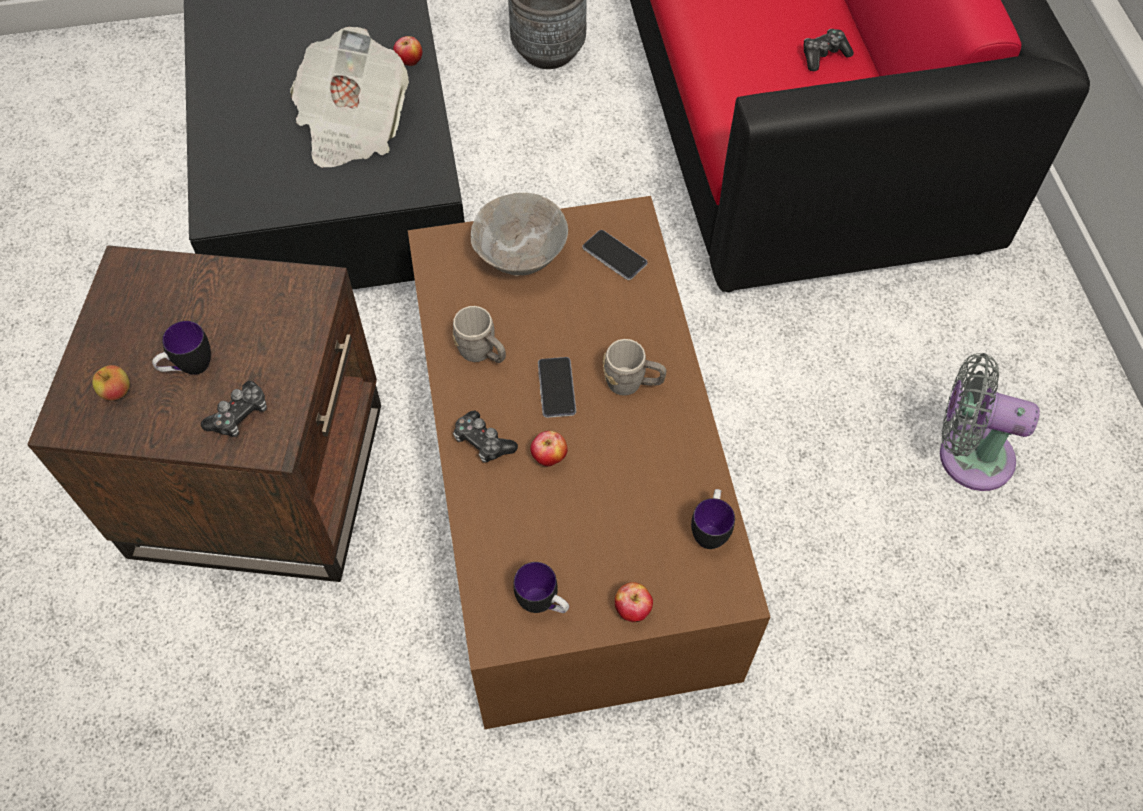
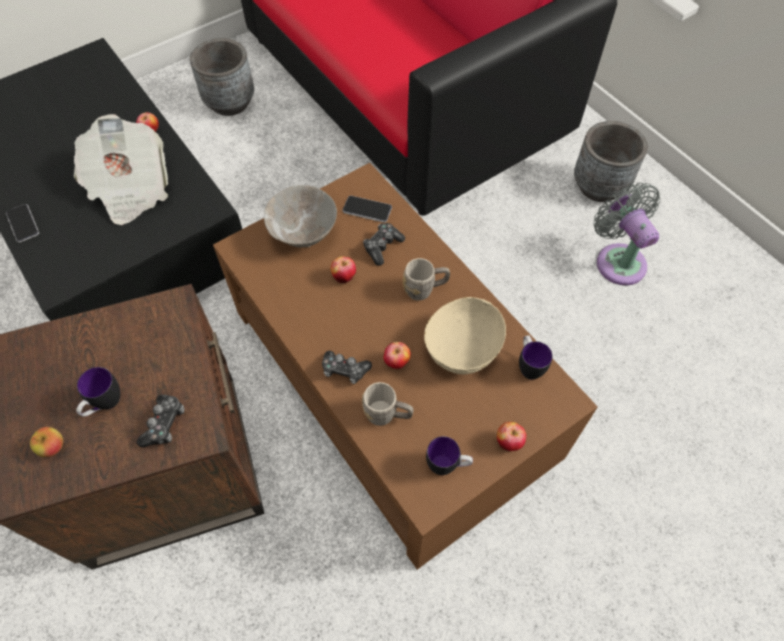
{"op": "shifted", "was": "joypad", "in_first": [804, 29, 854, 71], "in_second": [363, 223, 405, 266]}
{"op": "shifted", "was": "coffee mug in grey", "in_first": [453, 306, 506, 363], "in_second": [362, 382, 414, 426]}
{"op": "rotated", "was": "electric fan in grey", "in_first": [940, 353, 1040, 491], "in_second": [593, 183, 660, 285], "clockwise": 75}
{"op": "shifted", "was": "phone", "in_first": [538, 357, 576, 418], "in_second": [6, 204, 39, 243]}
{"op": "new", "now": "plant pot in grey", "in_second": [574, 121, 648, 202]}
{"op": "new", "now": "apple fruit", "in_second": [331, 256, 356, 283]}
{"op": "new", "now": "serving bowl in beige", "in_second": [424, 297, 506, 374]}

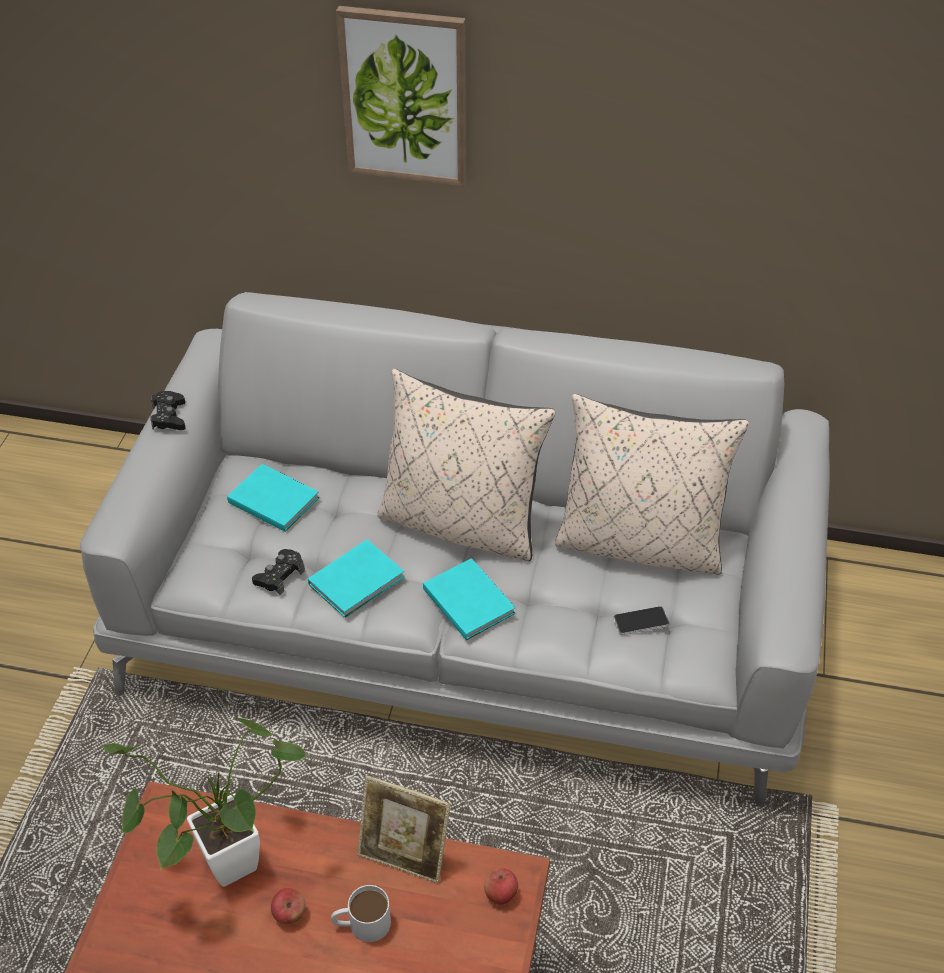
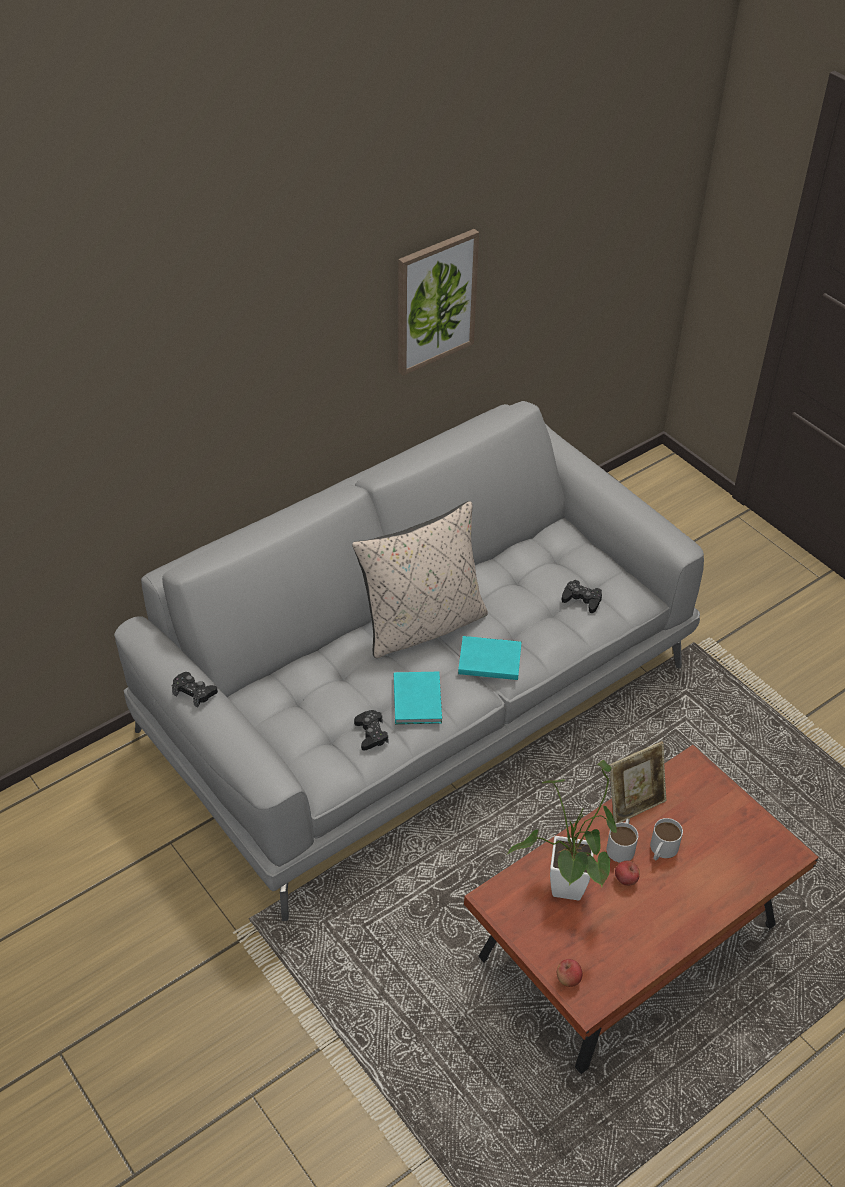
{"op": "shifted", "was": "wall picture", "in_first": [336, 6, 466, 186], "in_second": [398, 229, 479, 376]}
{"op": "gone", "was": "cushion in beige", "in_first": [555, 394, 749, 575]}
{"op": "gone", "was": "volume in turquoise-coloured", "in_first": [227, 464, 319, 532]}
{"op": "swapped", "was": "phone", "now": "joypad in blackish", "in_first": [613, 606, 669, 635], "in_second": [562, 580, 602, 613]}
{"op": "shifted", "was": "apple fruit", "in_first": [484, 869, 518, 905], "in_second": [557, 959, 582, 987]}
{"op": "new", "now": "coffee mug in white-coloured", "in_second": [606, 819, 638, 862]}

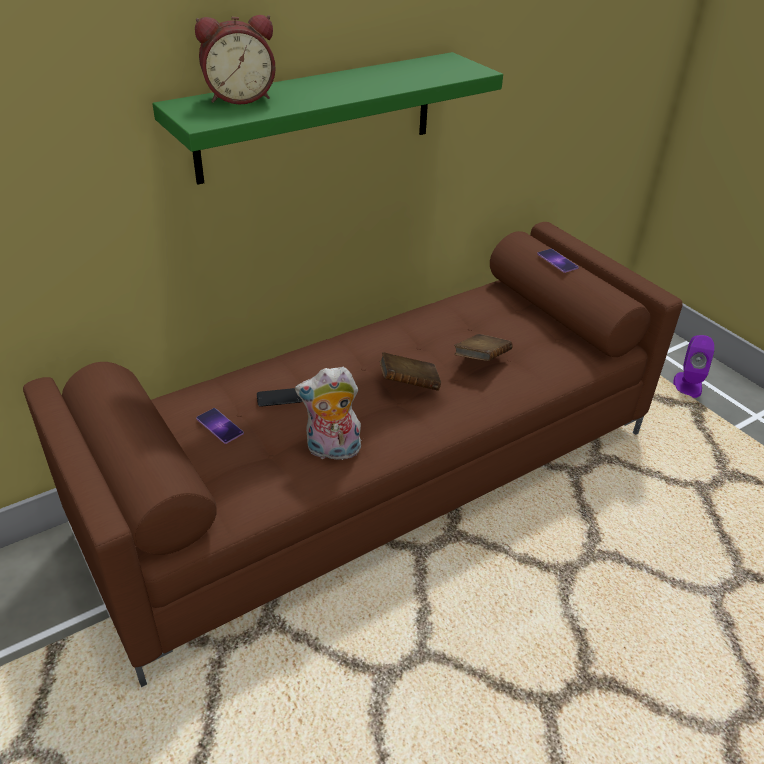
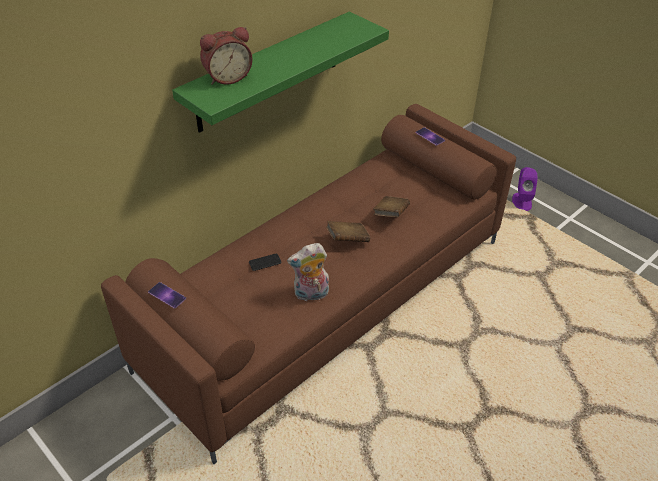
{"op": "shifted", "was": "phone", "in_first": [196, 408, 244, 444], "in_second": [148, 282, 186, 309]}

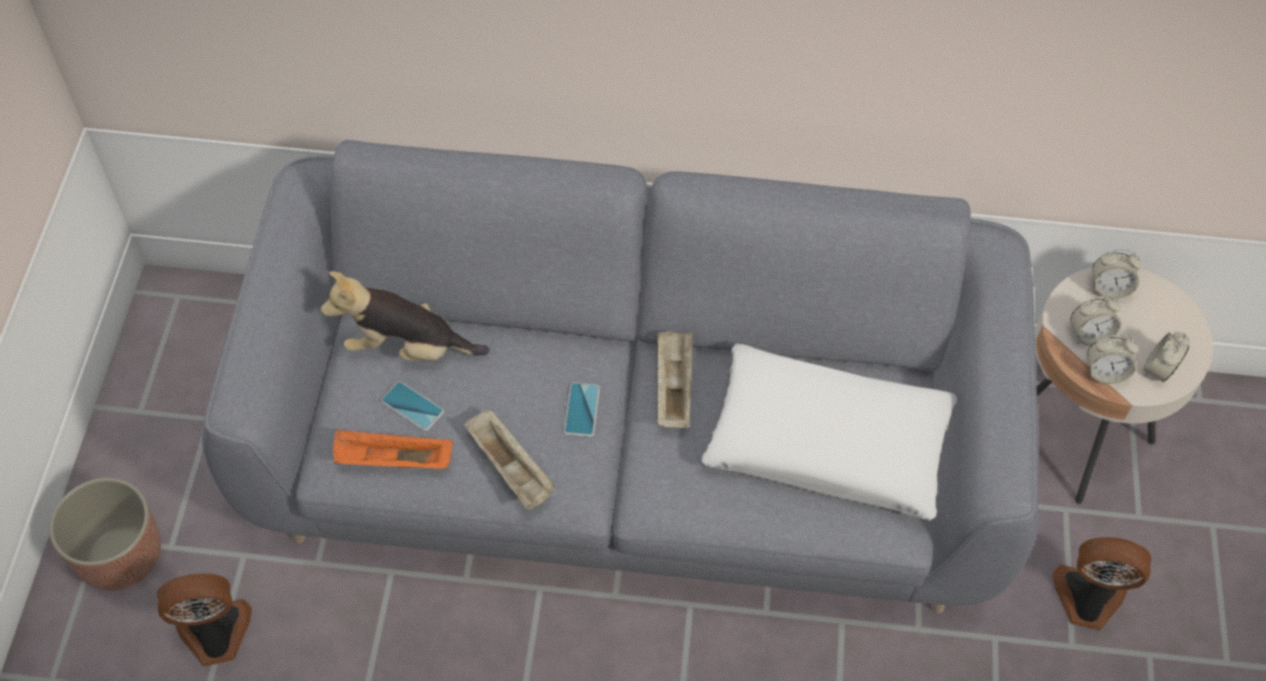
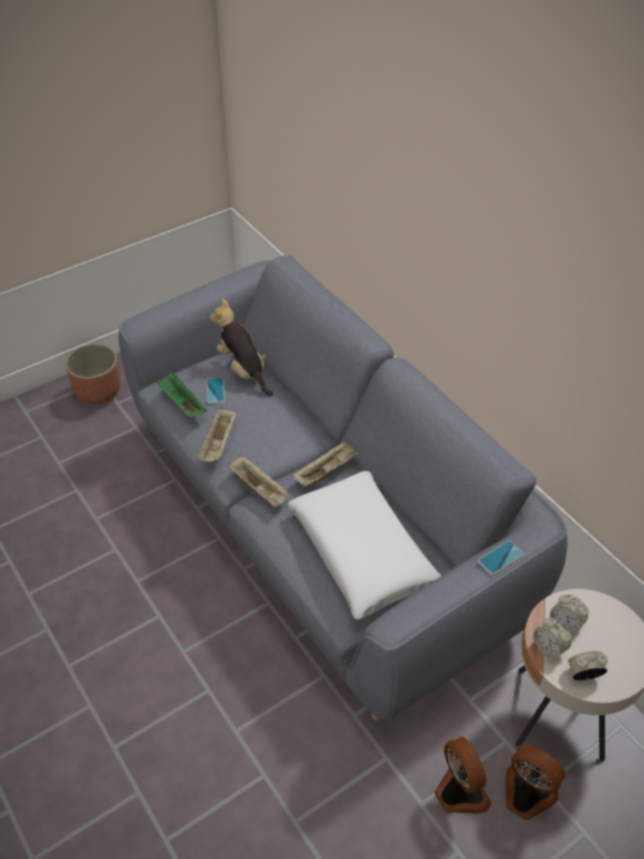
{"op": "gone", "was": "bedside clock", "in_first": [1092, 249, 1142, 299]}
{"op": "shifted", "was": "phone", "in_first": [564, 383, 600, 437], "in_second": [478, 540, 524, 575]}
{"op": "repainted", "was": "serving tray in orangey", "now": "serving tray in green-coloured", "in_first": [333, 430, 453, 469], "in_second": [156, 371, 207, 418]}
{"op": "shifted", "was": "electric fan", "in_first": [157, 573, 252, 666], "in_second": [505, 745, 565, 821]}
{"op": "new", "now": "serving tray in beige", "in_second": [228, 455, 290, 507]}

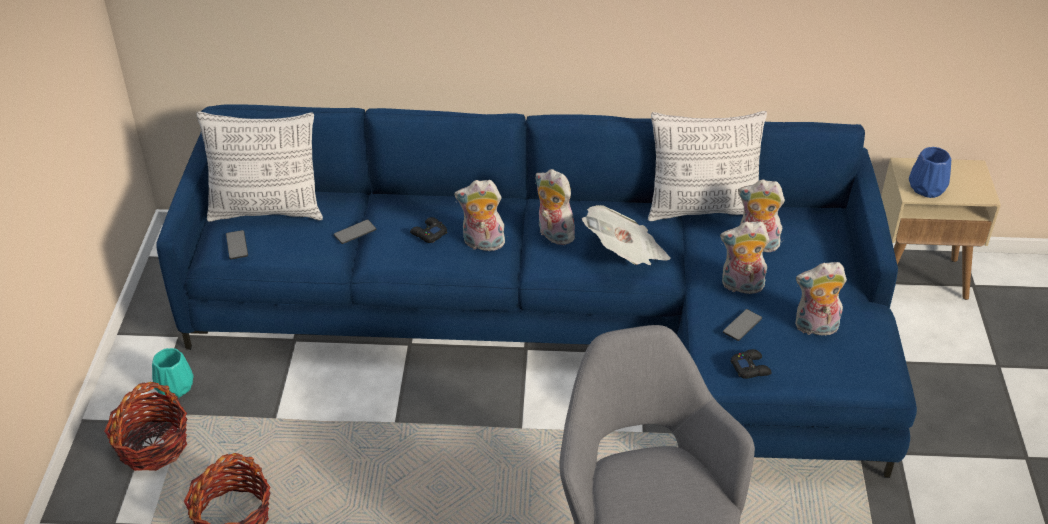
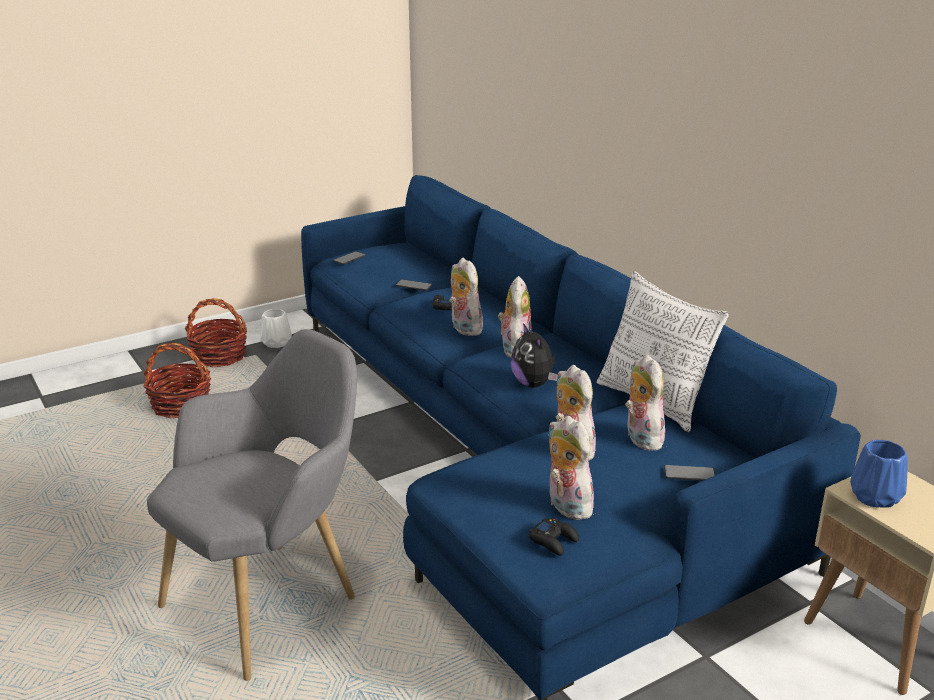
{"op": "gone", "was": "cushion", "in_first": [197, 112, 323, 222]}
{"op": "swapped", "was": "daily paper", "now": "soft toy", "in_first": [582, 205, 671, 265], "in_second": [511, 323, 558, 388]}
{"op": "shifted", "was": "phone", "in_first": [723, 309, 762, 341], "in_second": [664, 465, 715, 481]}
{"op": "repainted", "was": "flower vase in turquoise-coloured", "now": "flower vase in white-coloured", "in_first": [152, 348, 194, 398], "in_second": [260, 309, 292, 348]}
{"op": "shifted", "was": "joypad in blackish", "in_first": [731, 349, 772, 379], "in_second": [529, 518, 579, 556]}

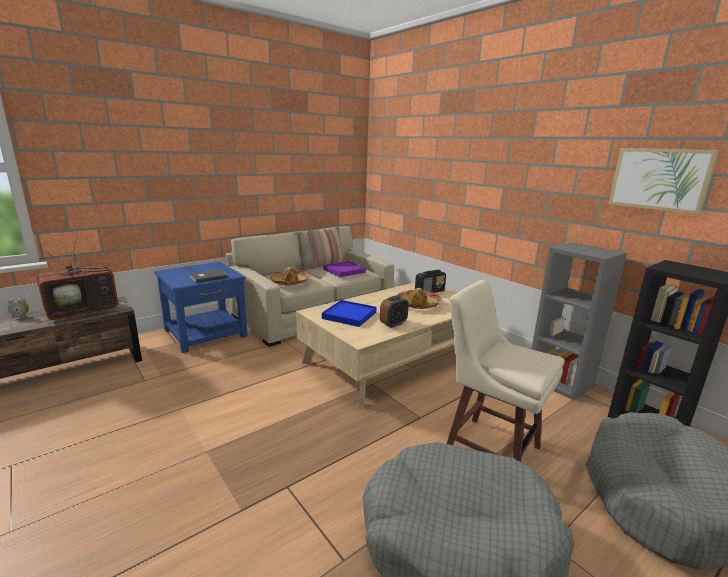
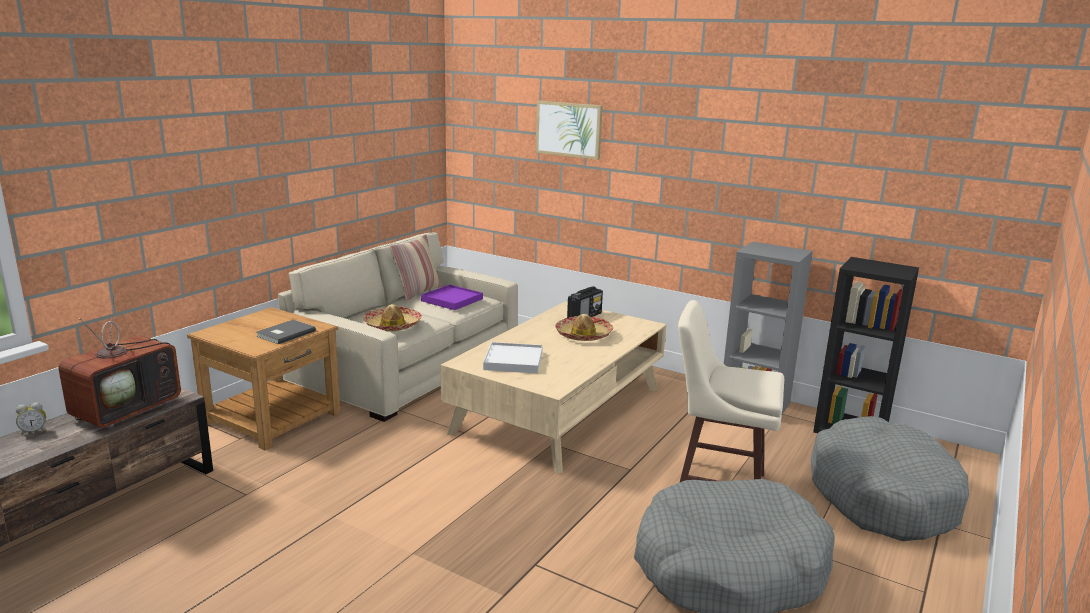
{"op": "shifted", "was": "wall picture", "in_first": [608, 148, 719, 215], "in_second": [536, 101, 603, 160]}
{"op": "repainted", "was": "side table in blue-coloured", "now": "side table in brown-coloured", "in_first": [154, 262, 247, 353], "in_second": [187, 307, 340, 450]}
{"op": "gone", "was": "bedside clock", "in_first": [380, 295, 409, 328]}
{"op": "repainted", "was": "serving tray in blue-coloured", "now": "serving tray in white-coloured", "in_first": [322, 300, 377, 327], "in_second": [483, 342, 543, 373]}

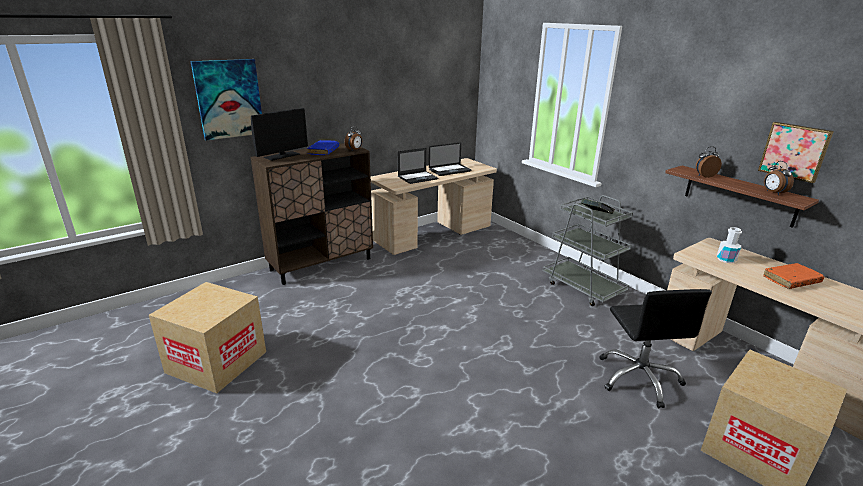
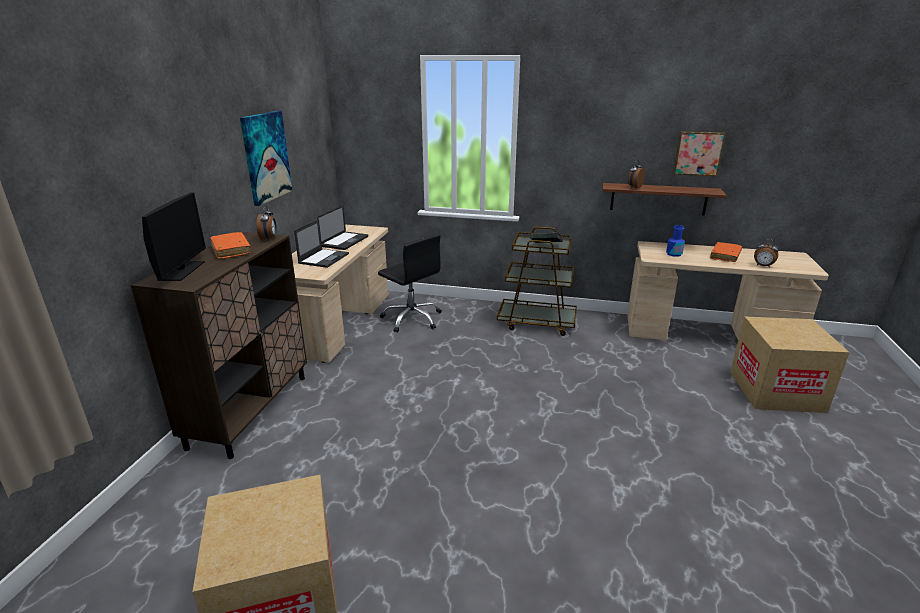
{"op": "shifted", "was": "wall picture", "in_first": [190, 59, 262, 140], "in_second": [240, 111, 292, 206]}
{"op": "repainted", "was": "volume in blue-coloured", "now": "volume in orangey", "in_first": [307, 140, 339, 155], "in_second": [210, 232, 252, 259]}
{"op": "shifted", "was": "bedside clock", "in_first": [764, 161, 794, 195], "in_second": [754, 239, 779, 268]}
{"op": "repainted", "was": "trolley in grey", "now": "trolley in brown-coloured", "in_first": [543, 195, 633, 306], "in_second": [497, 227, 577, 336]}
{"op": "repainted", "was": "drink bottle in white-coloured", "now": "drink bottle in blue-coloured", "in_first": [717, 227, 742, 263], "in_second": [666, 225, 685, 257]}
{"op": "shifted", "was": "desk chair in blackish", "in_first": [599, 289, 712, 408], "in_second": [378, 234, 442, 333]}

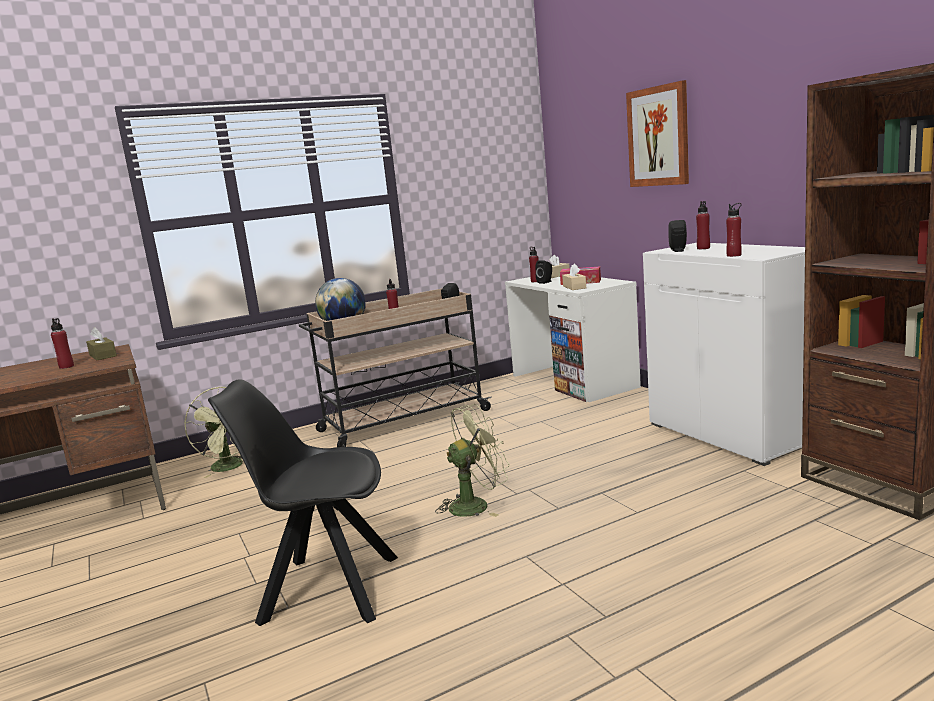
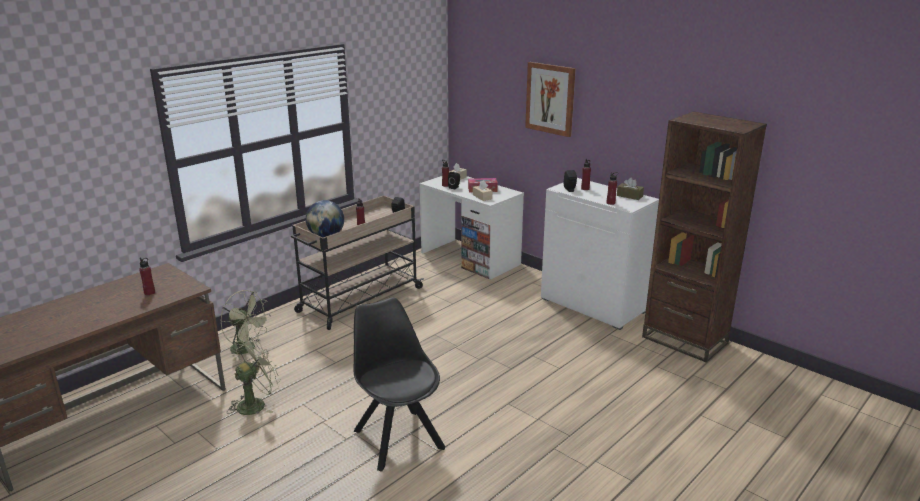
{"op": "shifted", "was": "box of tissues in brown-coloured", "in_first": [86, 327, 117, 360], "in_second": [617, 178, 644, 200]}
{"op": "rotated", "was": "upright chair in blackish", "in_first": [208, 379, 398, 626], "in_second": [353, 297, 445, 472], "clockwise": 75}
{"op": "shifted", "was": "electric fan in green-coloured", "in_first": [435, 404, 510, 517], "in_second": [227, 336, 281, 415]}

